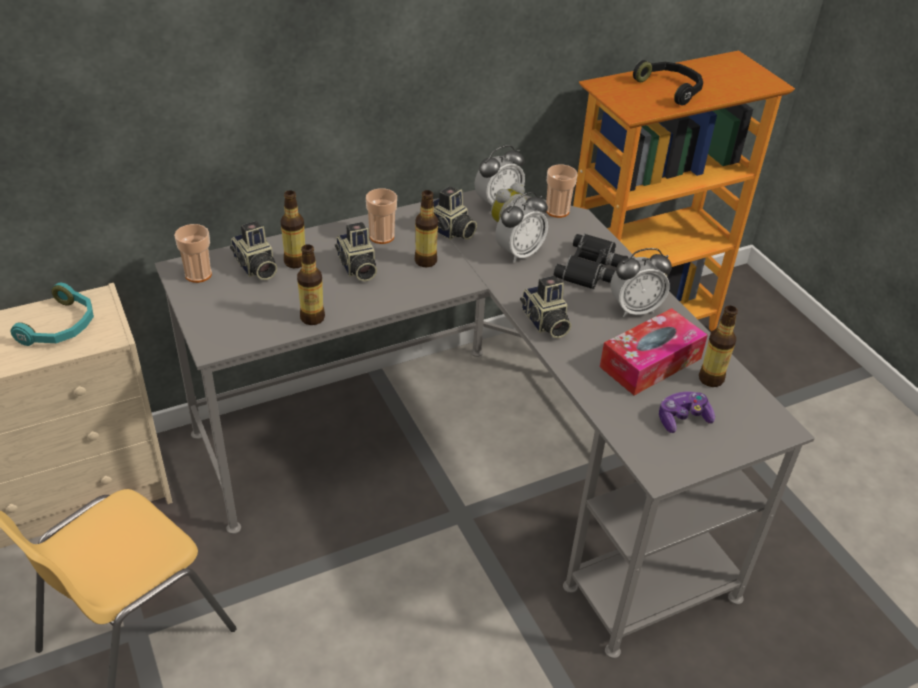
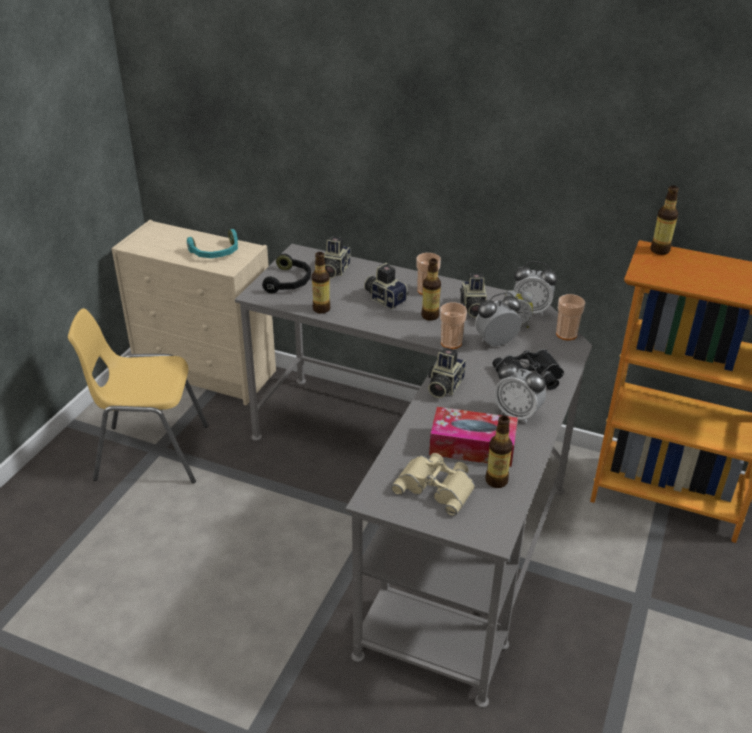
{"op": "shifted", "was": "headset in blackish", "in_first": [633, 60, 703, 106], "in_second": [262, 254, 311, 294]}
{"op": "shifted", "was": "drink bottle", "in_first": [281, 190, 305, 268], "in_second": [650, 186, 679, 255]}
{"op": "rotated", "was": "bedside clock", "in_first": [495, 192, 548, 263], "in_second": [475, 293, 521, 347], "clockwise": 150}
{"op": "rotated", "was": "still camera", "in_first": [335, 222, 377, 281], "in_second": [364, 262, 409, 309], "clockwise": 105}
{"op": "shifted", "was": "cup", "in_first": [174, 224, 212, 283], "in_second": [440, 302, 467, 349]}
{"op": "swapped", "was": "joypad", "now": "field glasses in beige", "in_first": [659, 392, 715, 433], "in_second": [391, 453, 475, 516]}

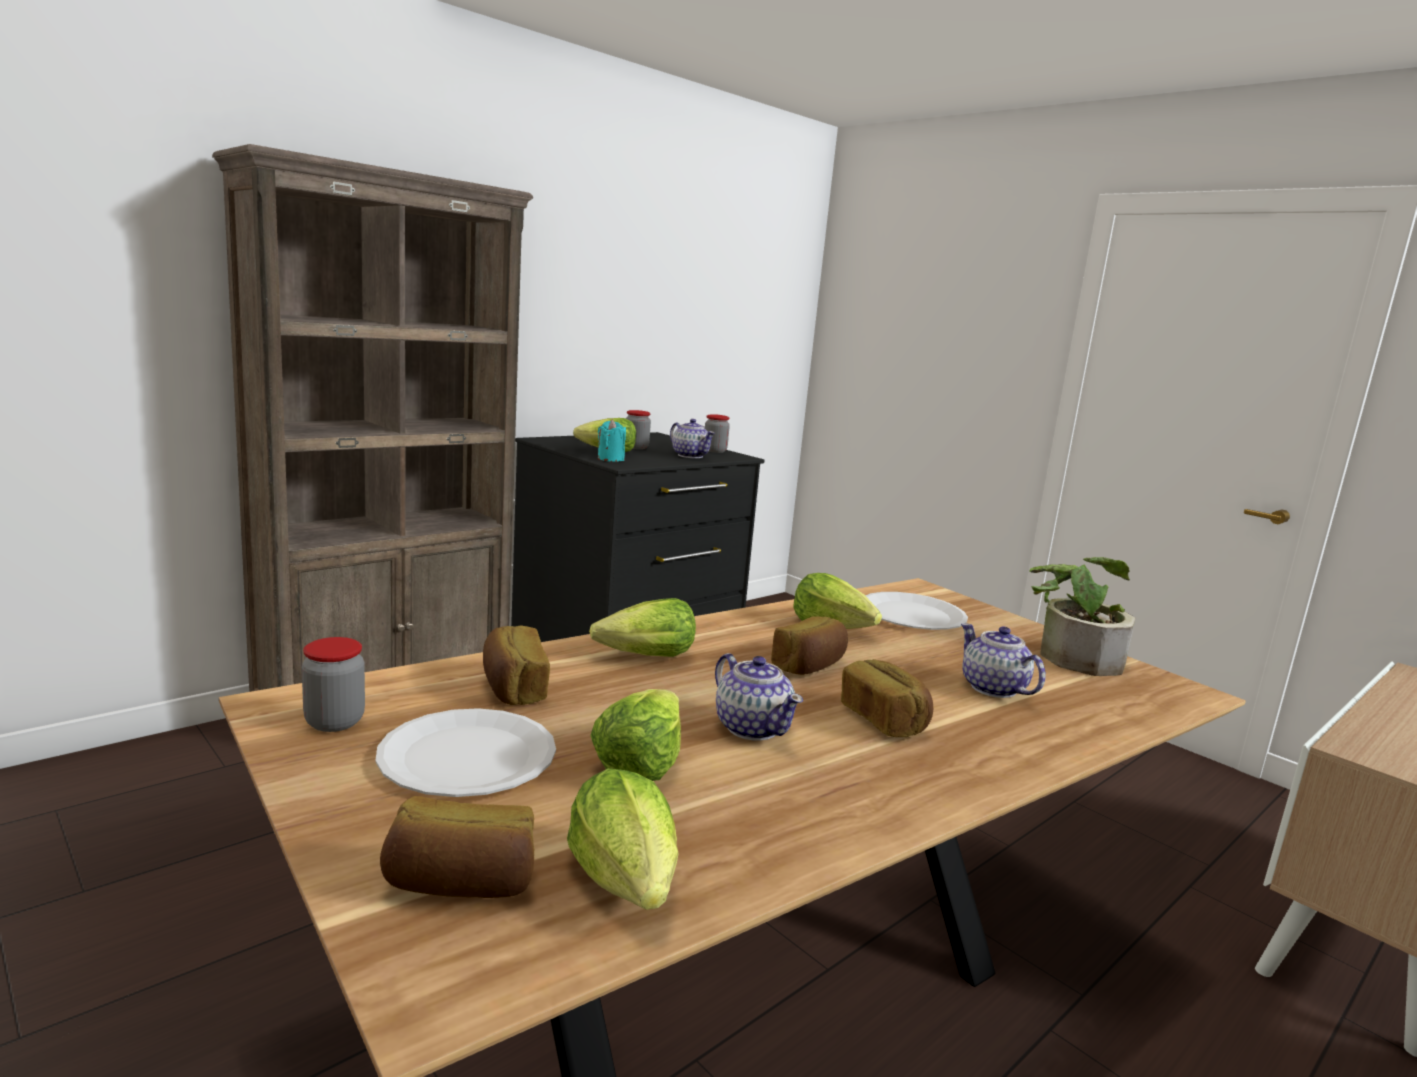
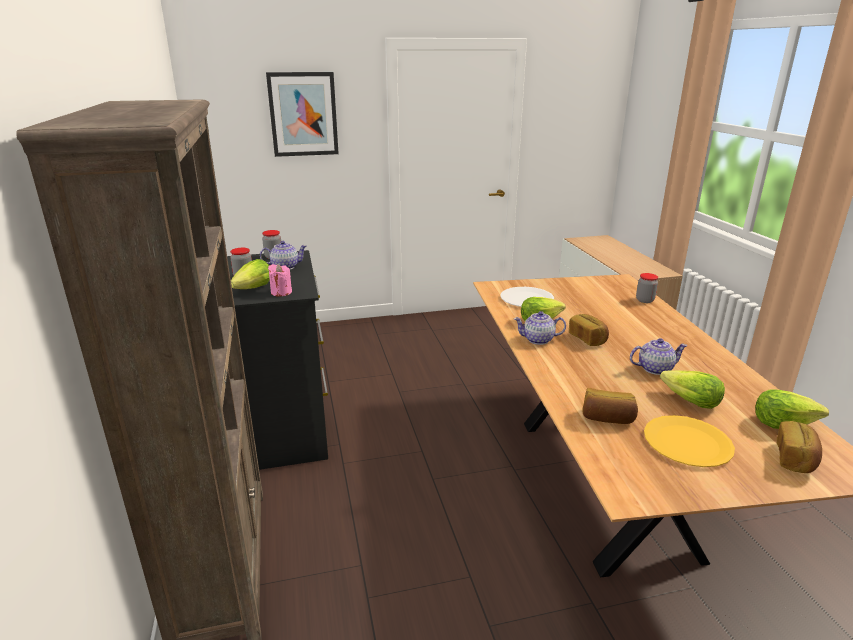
{"op": "repainted", "was": "wax candle in turquoise-coloured", "now": "wax candle in pinkish", "in_first": [598, 419, 626, 462], "in_second": [268, 264, 292, 297]}
{"op": "gone", "was": "potted plant", "in_first": [1029, 557, 1136, 676]}
{"op": "gone", "was": "lettuce head", "in_first": [589, 598, 696, 657]}
{"op": "shifted", "was": "tea pot", "in_first": [961, 623, 1046, 698], "in_second": [514, 311, 566, 345]}
{"op": "shifted", "was": "storage jar", "in_first": [302, 637, 365, 732], "in_second": [636, 273, 658, 303]}
{"op": "gone", "was": "bakery bread", "in_first": [841, 659, 933, 737]}
{"op": "repainted", "was": "plate in white-coloured", "now": "plate in yellowish", "in_first": [376, 708, 556, 797], "in_second": [644, 415, 735, 467]}
{"op": "new", "now": "wall picture", "in_second": [266, 72, 339, 157]}

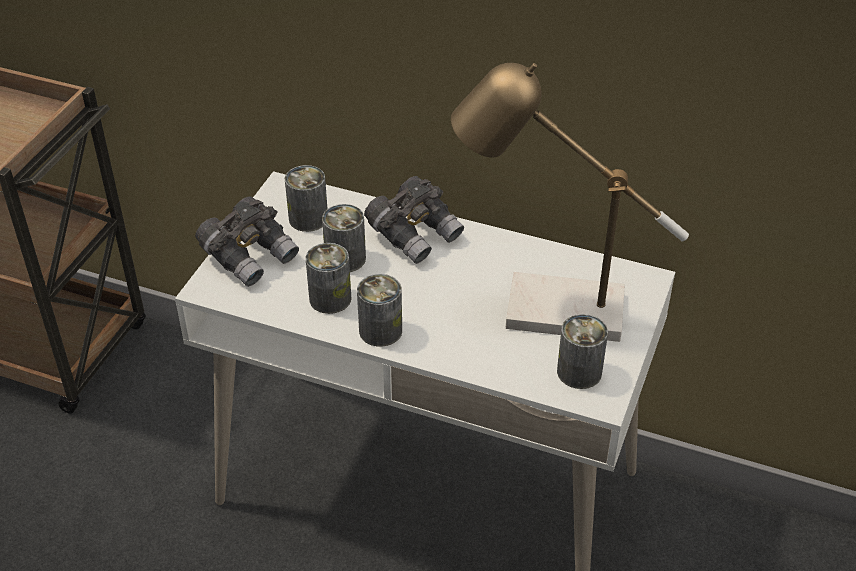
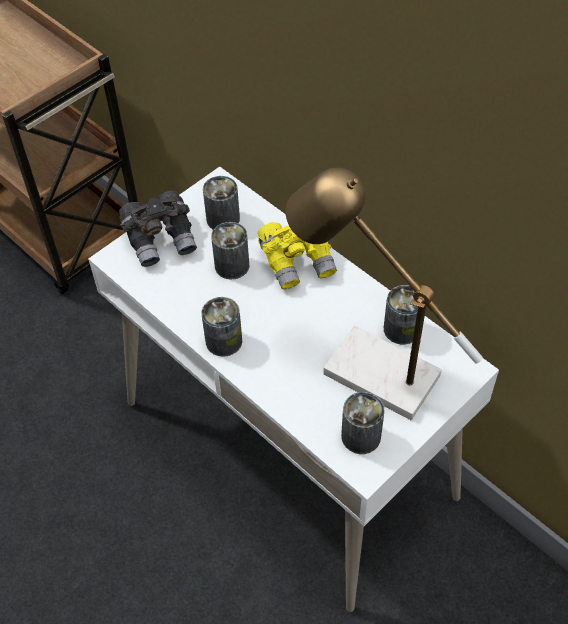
{"op": "repainted", "was": "field glasses in grey", "now": "field glasses in yellowish", "in_first": [364, 176, 464, 264], "in_second": [258, 222, 337, 289]}
{"op": "shifted", "was": "sealed can", "in_first": [306, 243, 351, 314], "in_second": [384, 285, 418, 344]}

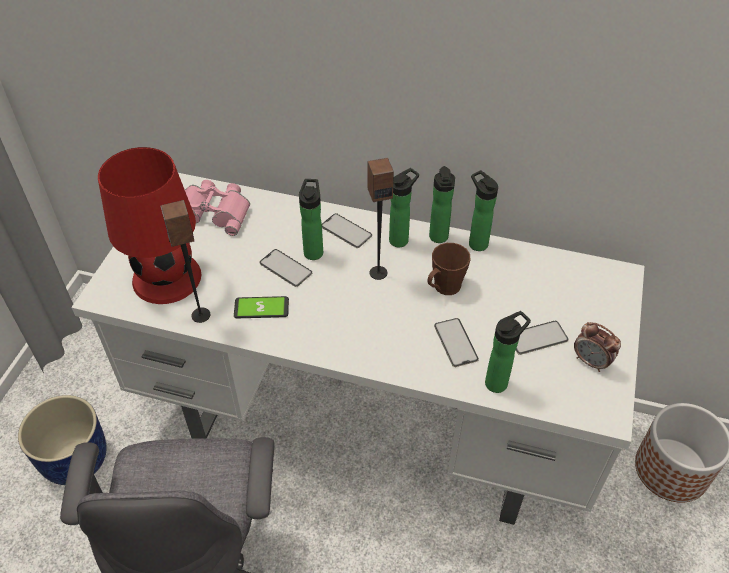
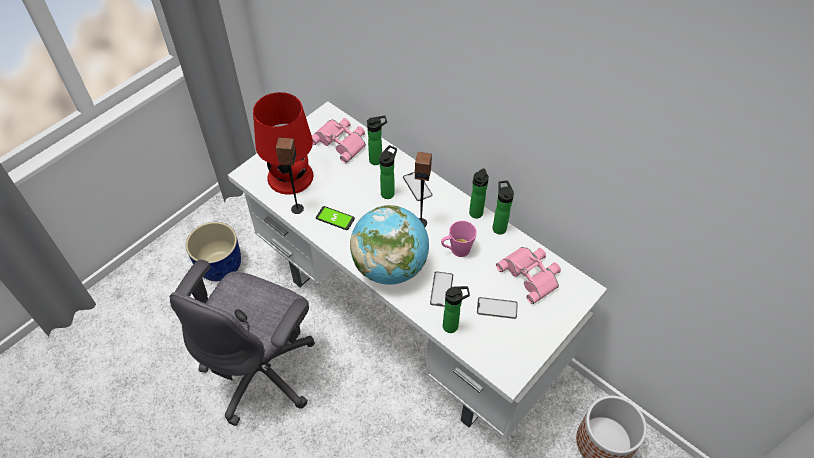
{"op": "shifted", "was": "drink bottle", "in_first": [389, 168, 419, 247], "in_second": [367, 115, 387, 165]}
{"op": "repainted", "was": "coffee mug in brown-coloured", "now": "coffee mug in pinkish", "in_first": [427, 243, 471, 295], "in_second": [441, 221, 477, 257]}
{"op": "gone", "was": "phone", "in_first": [259, 249, 312, 287]}
{"op": "gone", "was": "bedside clock", "in_first": [574, 322, 621, 372]}
{"op": "new", "now": "world globe", "in_second": [350, 205, 429, 285]}
{"op": "new", "now": "field glasses in pinkish", "in_second": [496, 247, 561, 304]}

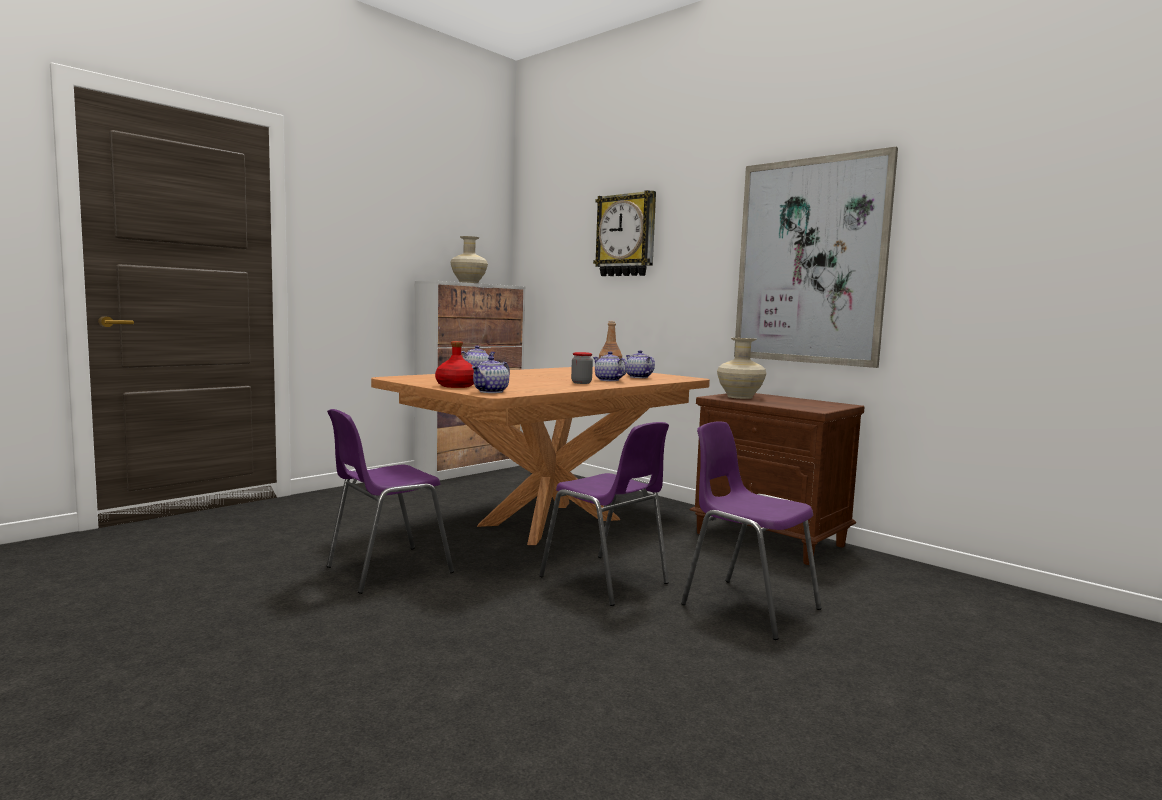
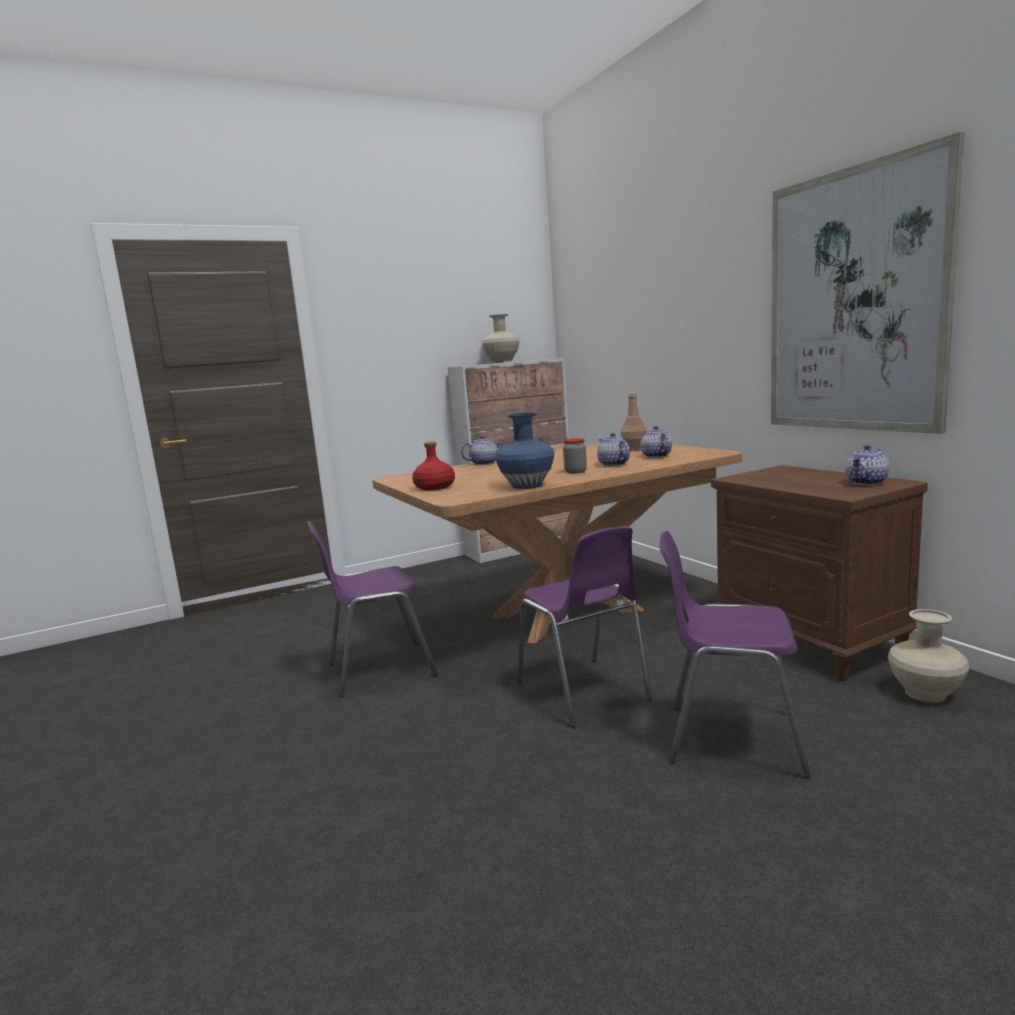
{"op": "gone", "was": "wall clock", "in_first": [593, 190, 656, 276]}
{"op": "shifted", "was": "flower vase in beige", "in_first": [717, 338, 766, 399], "in_second": [888, 609, 969, 703]}
{"op": "shifted", "was": "tea pot", "in_first": [472, 356, 510, 393], "in_second": [845, 445, 889, 485]}
{"op": "rotated", "was": "upright chair in purple", "in_first": [681, 421, 822, 640], "in_second": [660, 531, 811, 778], "clockwise": -45}
{"op": "new", "now": "flower vase in blue-coloured", "in_second": [495, 412, 555, 489]}

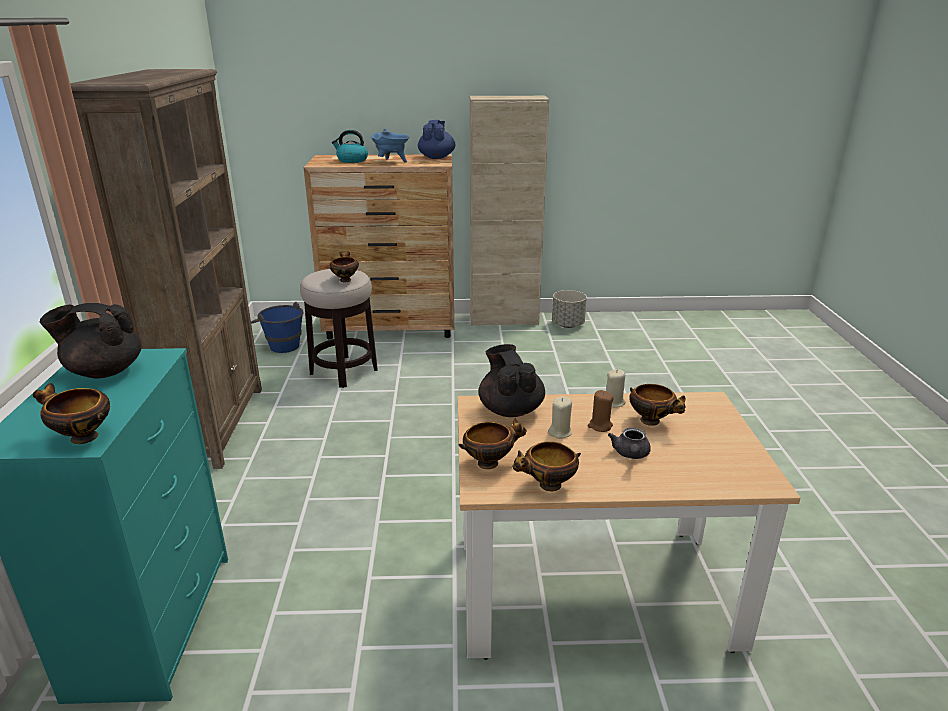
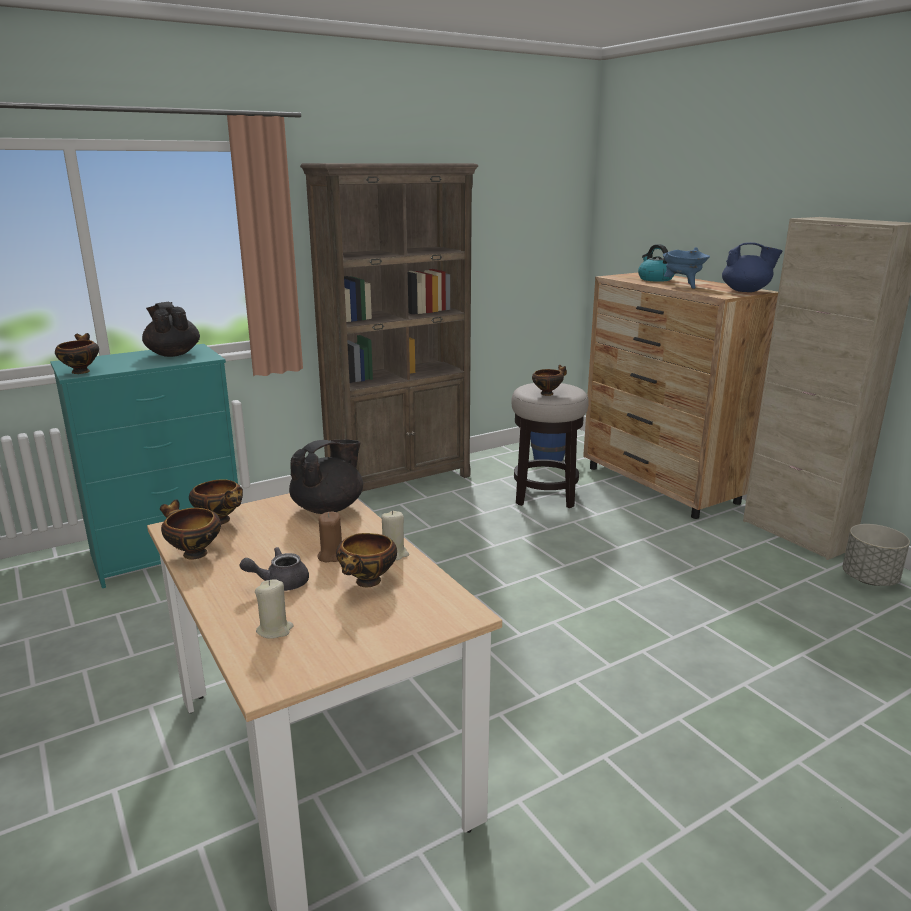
{"op": "rotated", "was": "tea pot in blue-coloured", "in_first": [418, 120, 455, 159], "in_second": [722, 242, 783, 292], "clockwise": 45}
{"op": "shifted", "was": "wax candle in beige", "in_first": [548, 396, 572, 439], "in_second": [255, 579, 294, 639]}

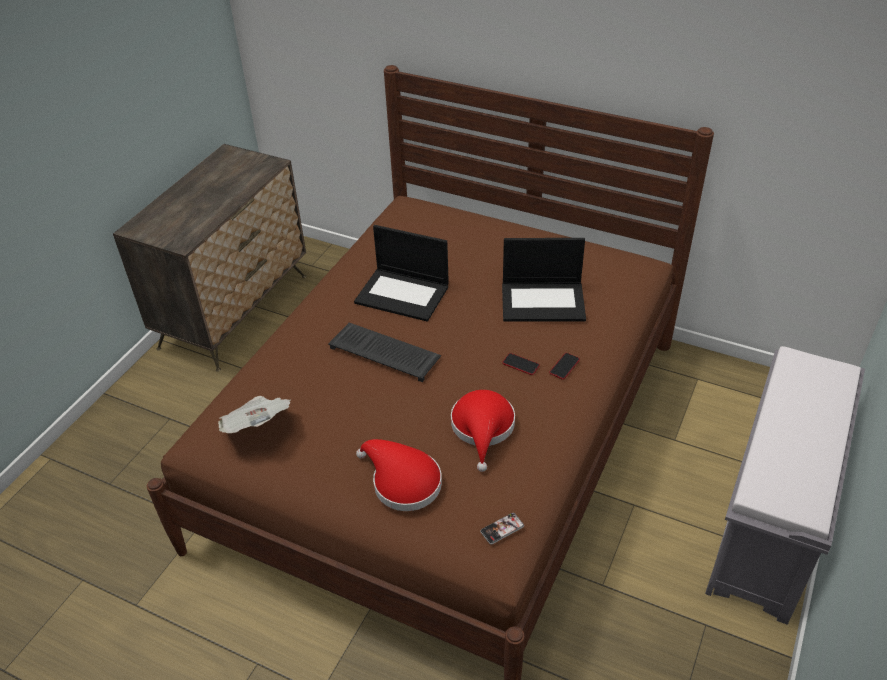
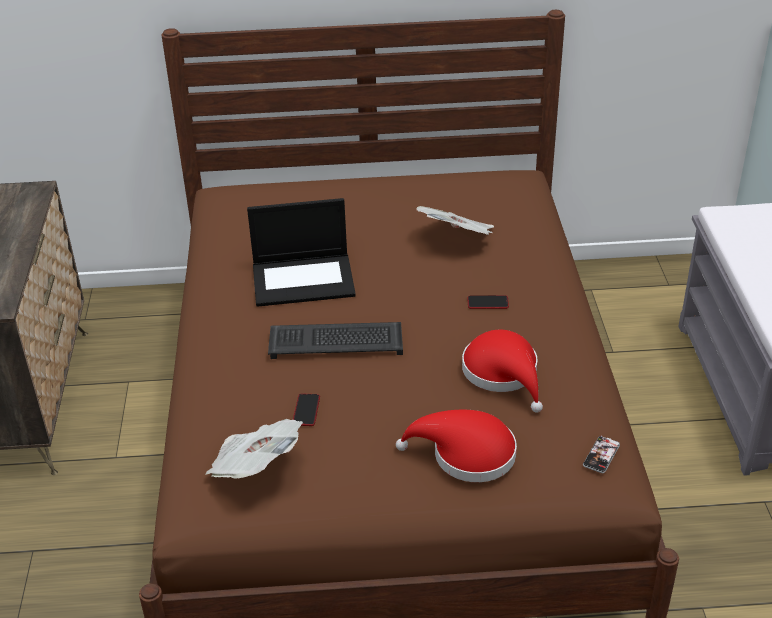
{"op": "swapped", "was": "laptop", "now": "daily paper", "in_first": [502, 238, 586, 322], "in_second": [416, 206, 494, 235]}
{"op": "shifted", "was": "phone", "in_first": [549, 353, 580, 380], "in_second": [293, 393, 320, 426]}

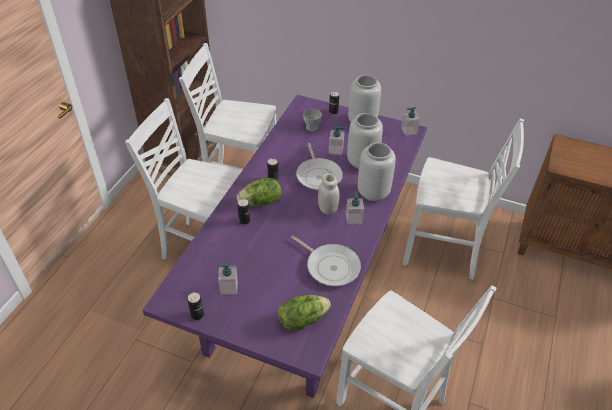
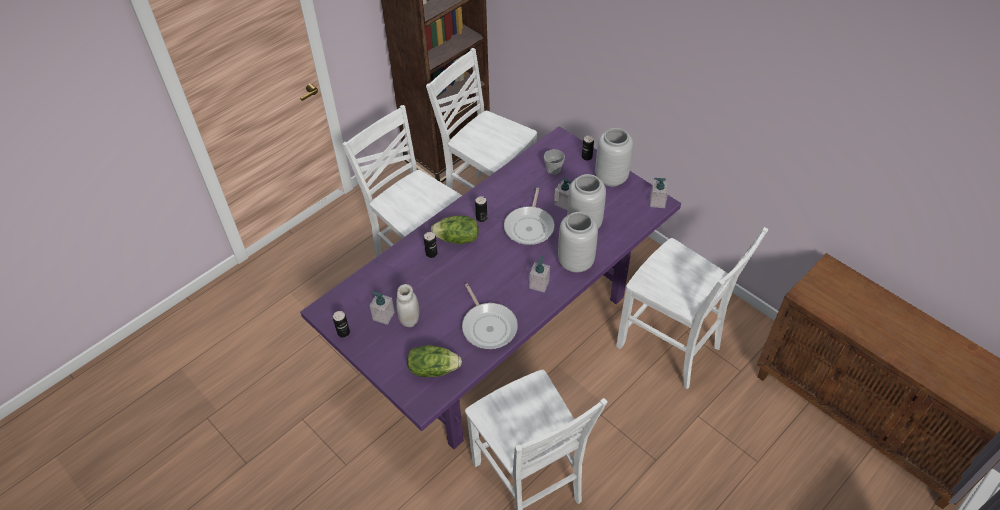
{"op": "shifted", "was": "storage jar in white-coloured", "in_first": [318, 173, 339, 215], "in_second": [396, 284, 419, 327]}

